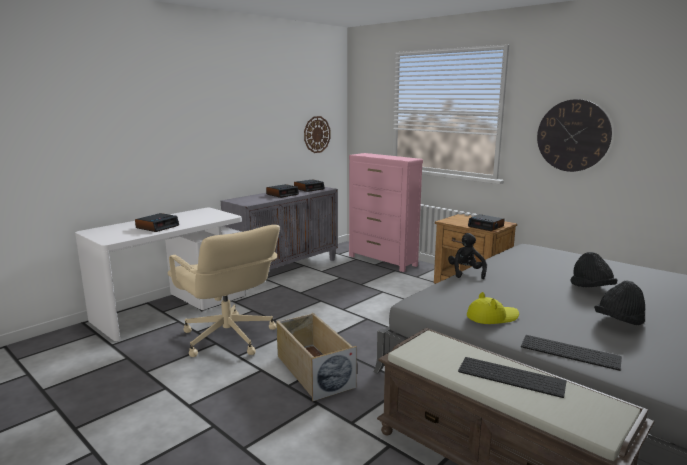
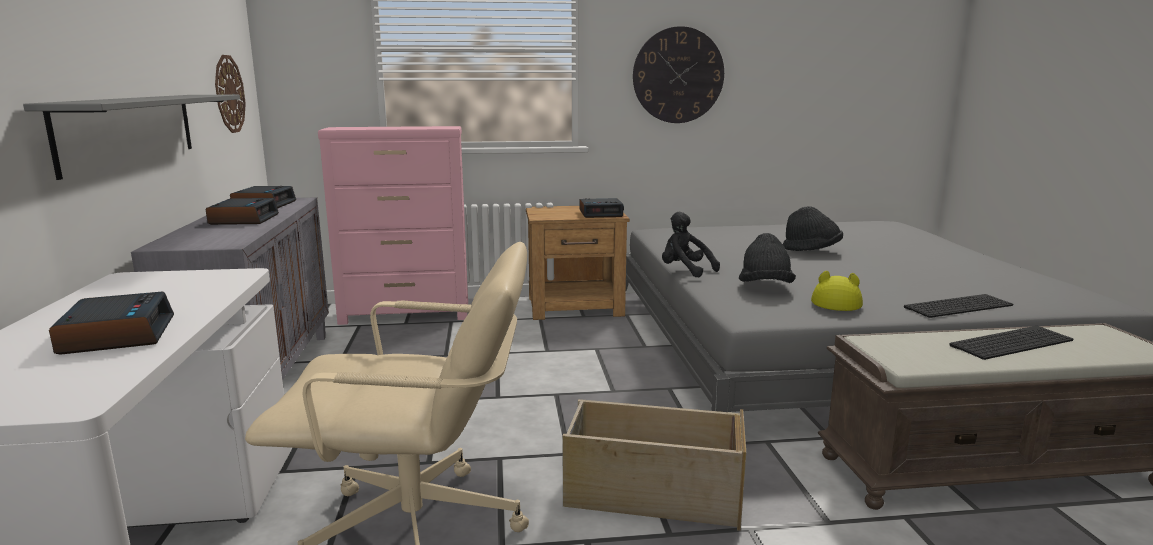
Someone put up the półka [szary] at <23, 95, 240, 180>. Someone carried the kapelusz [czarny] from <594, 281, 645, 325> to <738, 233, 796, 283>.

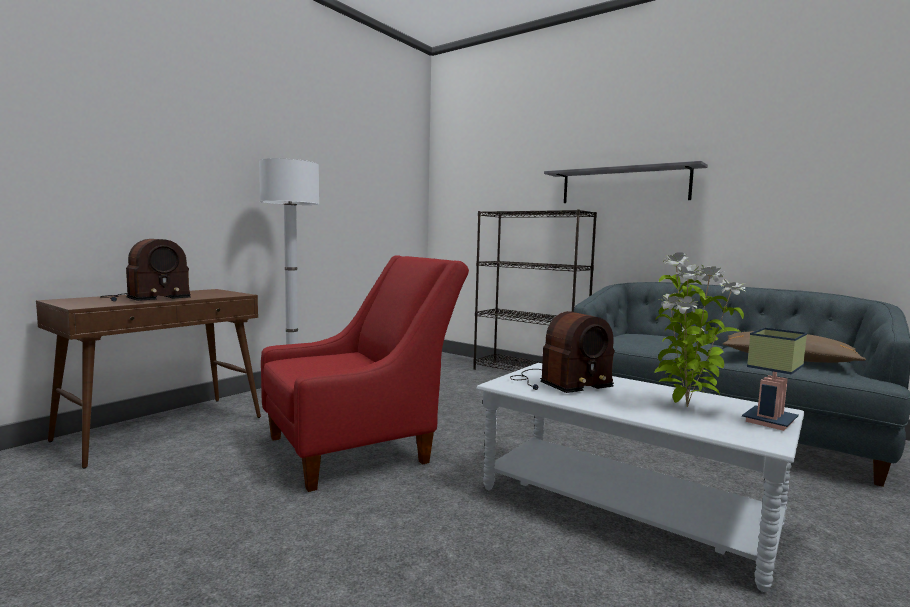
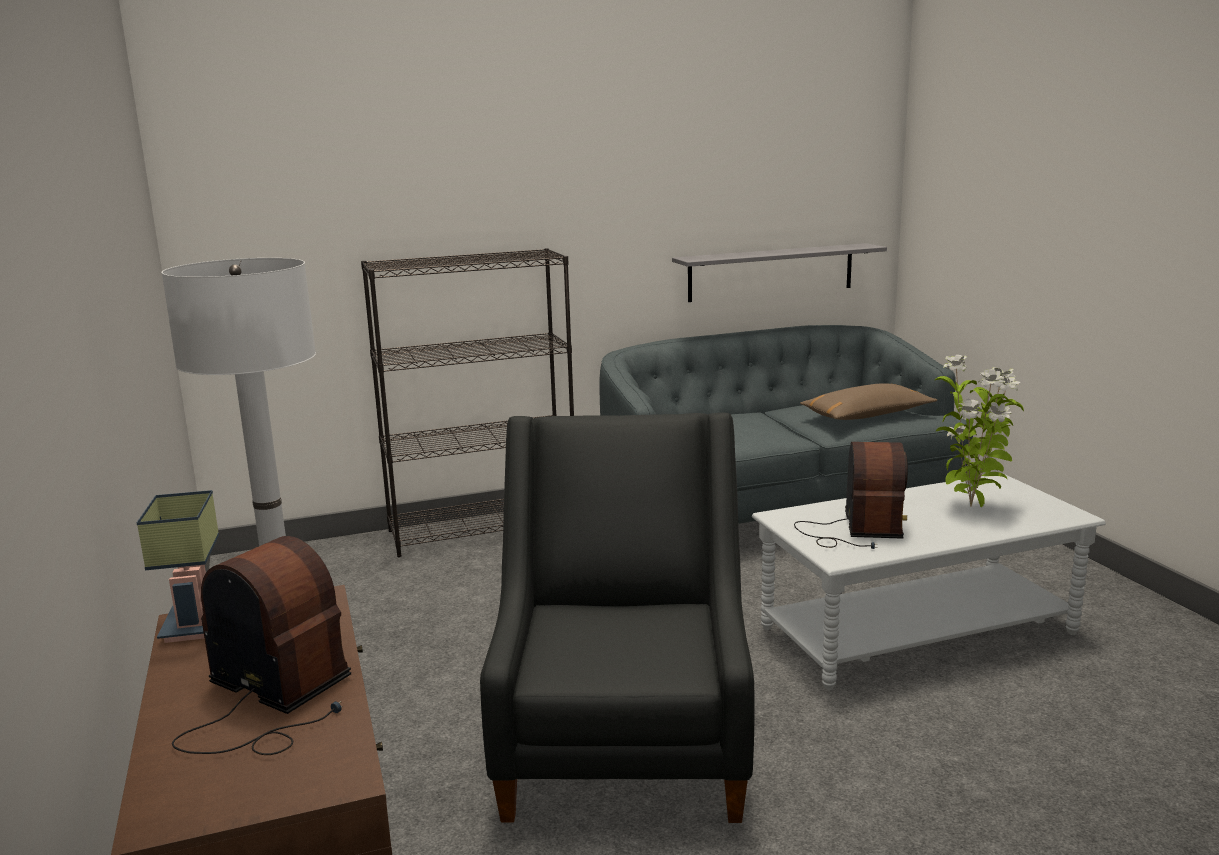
Someone carried the lampa stołowa from <742, 328, 807, 431> to <136, 490, 219, 643>. Someone rotated the radio at <100, 239, 191, 302> by 45 degrees counterclockwise. Someone repainted the fotel [czerwony] at <261, 255, 469, 492>, which became the fotel [czarny] at <480, 413, 755, 823>. Someone carried the półka [szary] from <544, 161, 708, 203> to <672, 243, 887, 302>.

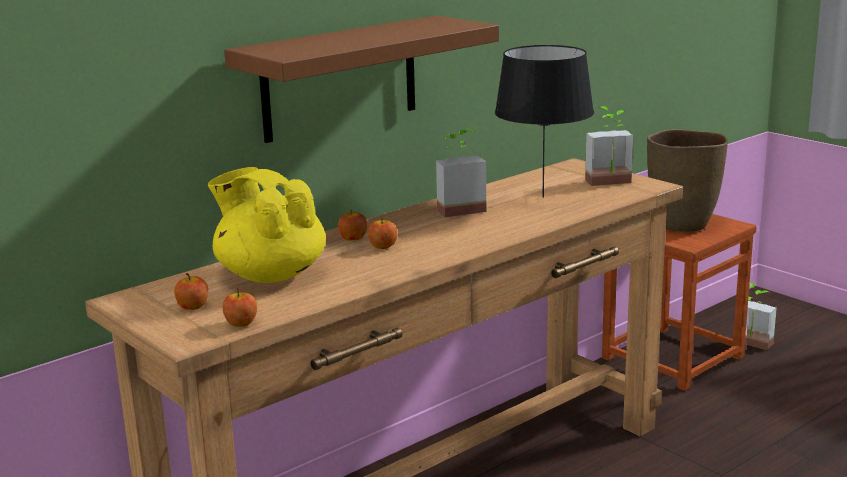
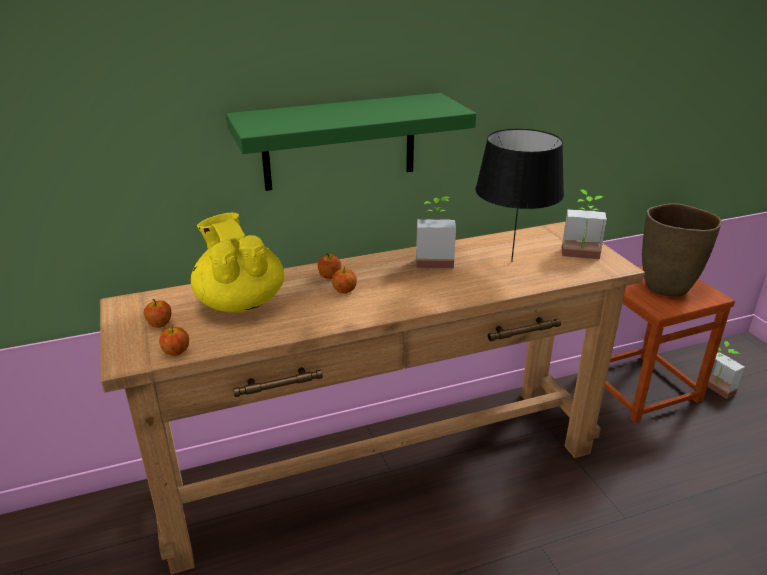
Someone repainted the półka [brązowy] at <224, 15, 499, 143>, which became the półka [zielony] at <226, 93, 476, 191>.

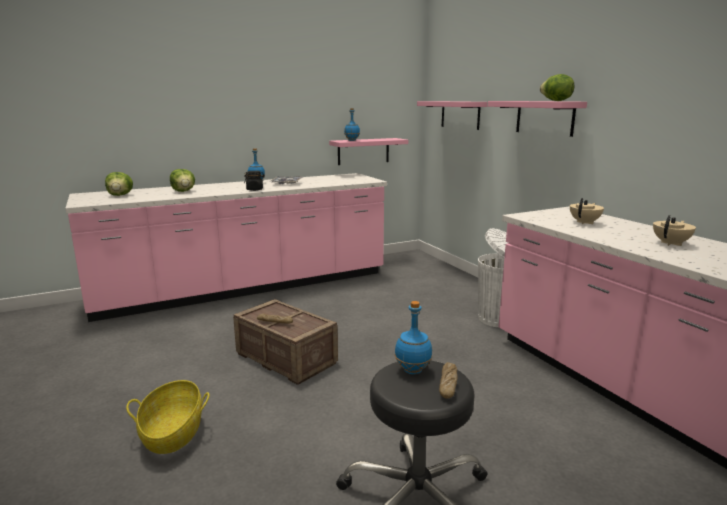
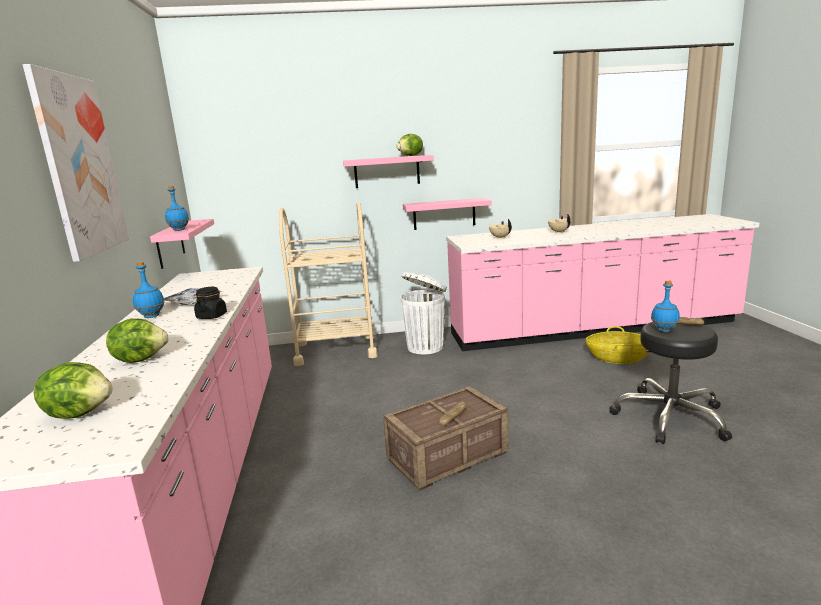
Someone put up the obraz at <23, 64, 129, 262>. Someone put down the wózek [beżowy] at <279, 202, 378, 366>. Someone carried the półka [różowy] from <417, 101, 487, 130> to <403, 198, 492, 230>. Someone carried the koszyk from <126, 380, 210, 454> to <586, 326, 649, 364>.

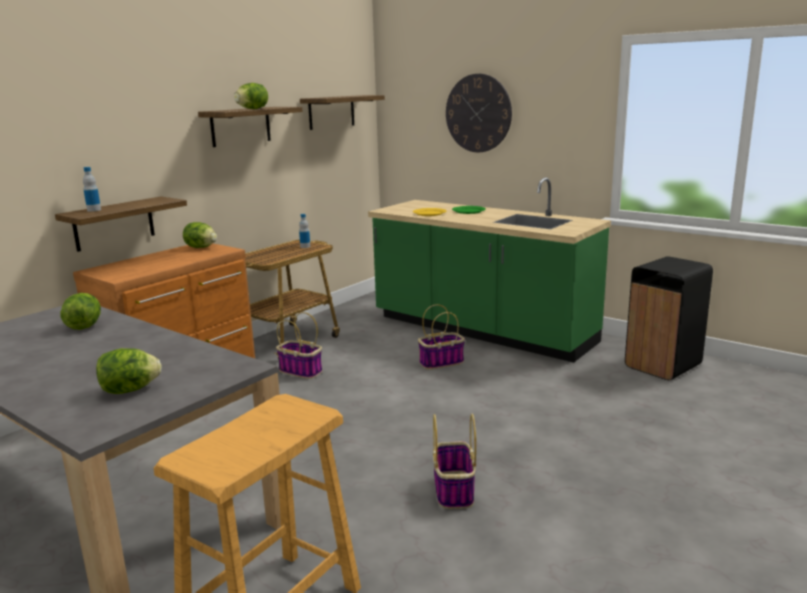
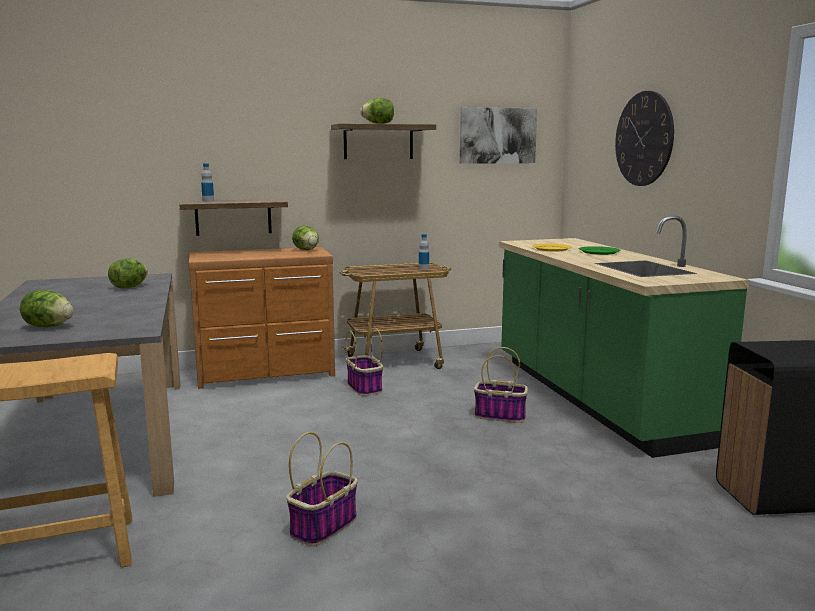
Someone swapped the półka at <300, 95, 385, 130> for the obraz at <460, 107, 537, 164>.

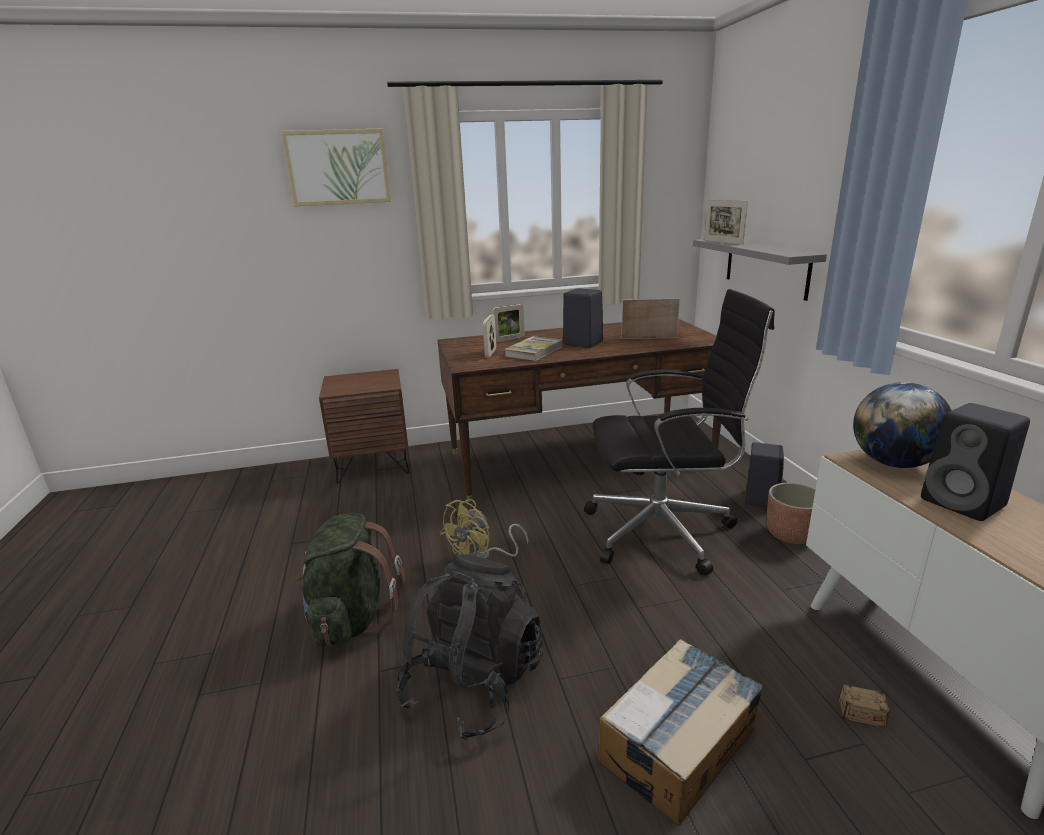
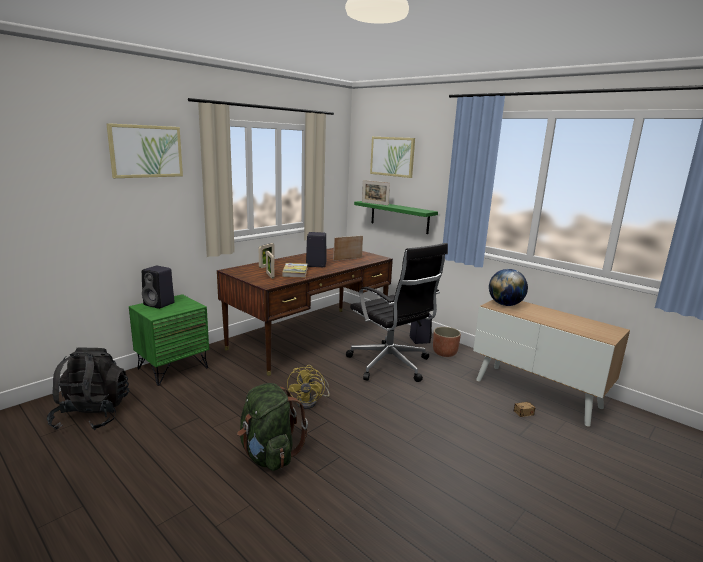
Someone carried the plecak [czarny] from <396, 554, 543, 740> to <47, 348, 129, 430>. Someone repainted the szafka nocna [brązowy] at <319, 369, 410, 484>, which became the szafka nocna [zielony] at <129, 294, 209, 386>. Someone carried the głośnik [czarny] from <921, 403, 1030, 521> to <142, 266, 175, 309>. Someone rotated the krzesło biurowe [czarny] at <584, 289, 775, 576> by 90 degrees clockwise. Someone repainted the półka [szary] at <693, 239, 827, 301>, which became the półka [zielony] at <354, 201, 438, 234>. Someone put up the obraz at <370, 137, 415, 178>. Someone took away the karton at <598, 639, 763, 826>.

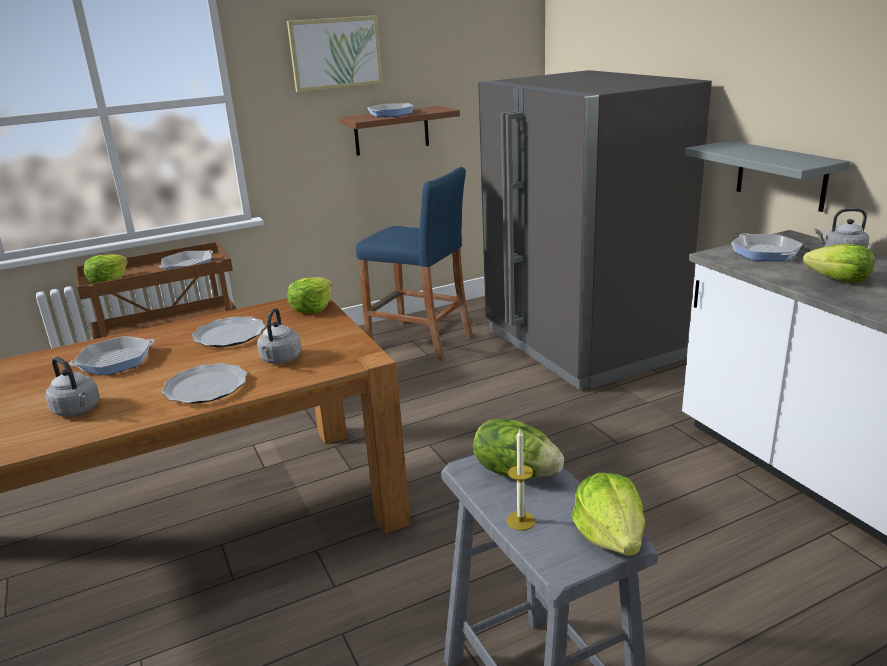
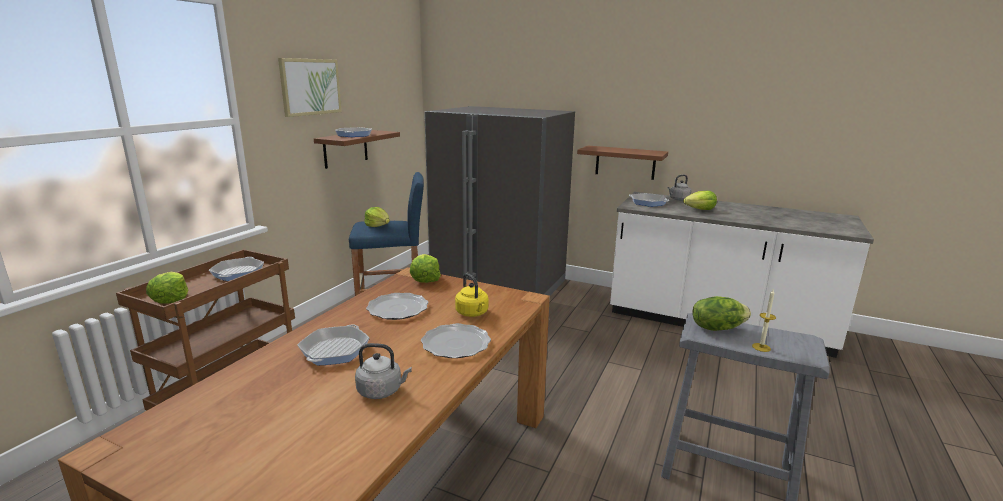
Someone carried the sałata from <572, 473, 645, 556> to <364, 207, 390, 227>. Someone repainted the czajnik [szary] at <257, 308, 302, 364>, which became the czajnik [żółty] at <455, 273, 489, 317>. Someone repainted the półka [szary] at <684, 141, 850, 212>, which became the półka [brązowy] at <577, 146, 668, 180>.

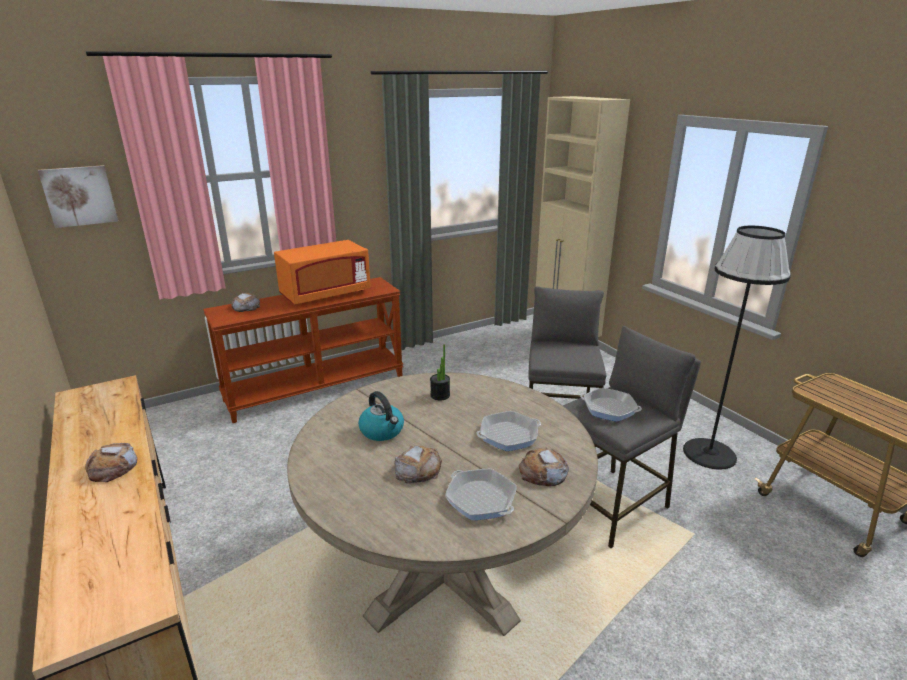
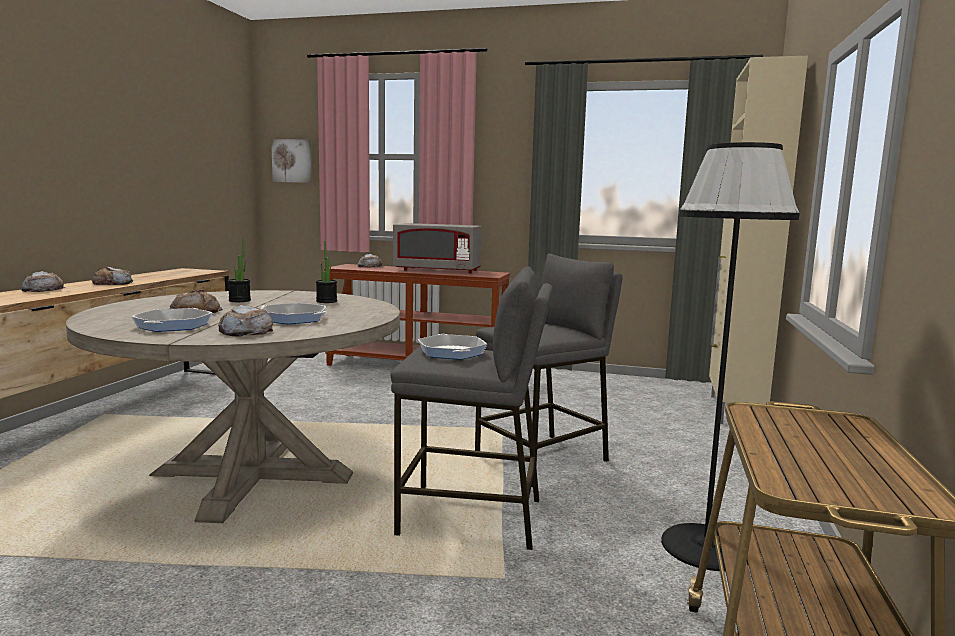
Someone put down the chleb at <21, 271, 66, 292>. Someone swapped the czajnik at <358, 391, 404, 441> for the roślina doniczkowa at <228, 239, 251, 302>. Someone repainted the mikrofalówka [pomarańczowy] at <274, 240, 371, 304>, which became the mikrofalówka [szary] at <393, 223, 481, 274>.

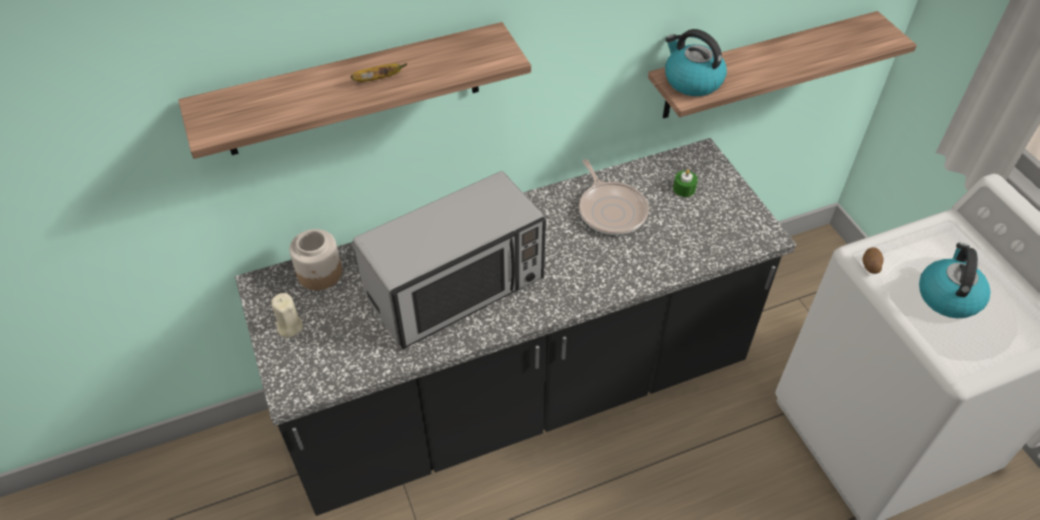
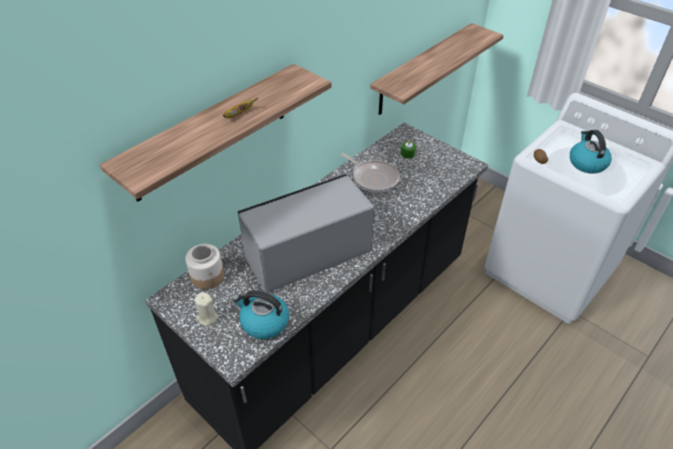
Someone carried the czajnik from <665, 29, 727, 96> to <233, 290, 289, 339>. Someone rotated the mikrofalówka at <353, 171, 546, 349> by 150 degrees counterclockwise.

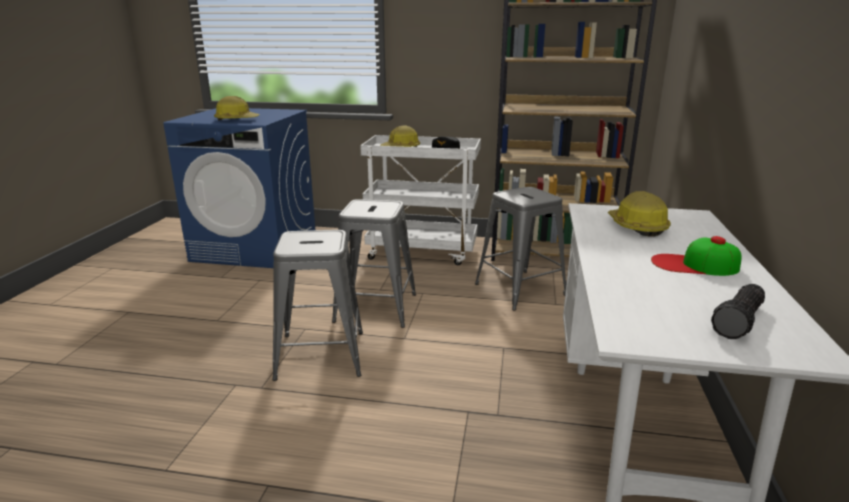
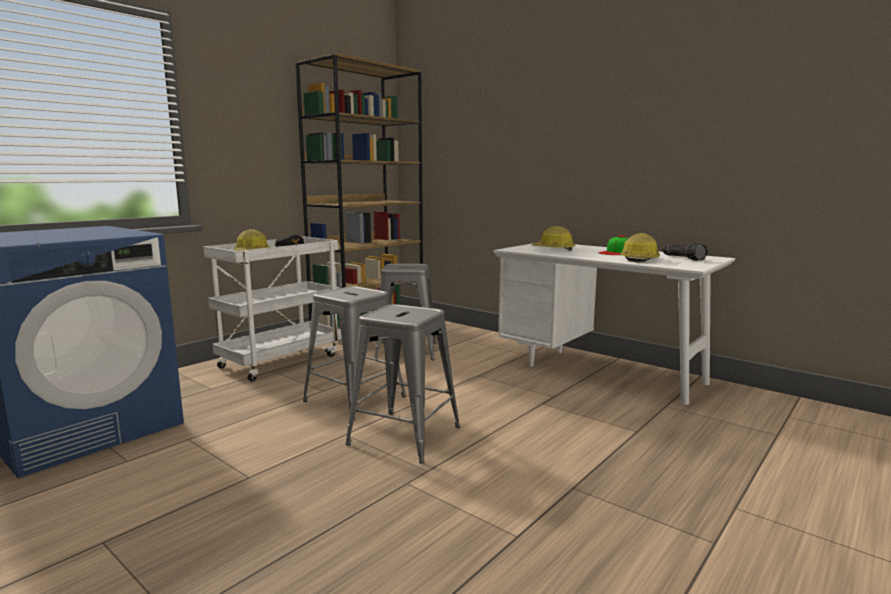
Someone carried the kask from <214, 96, 260, 121> to <620, 233, 660, 262>.

